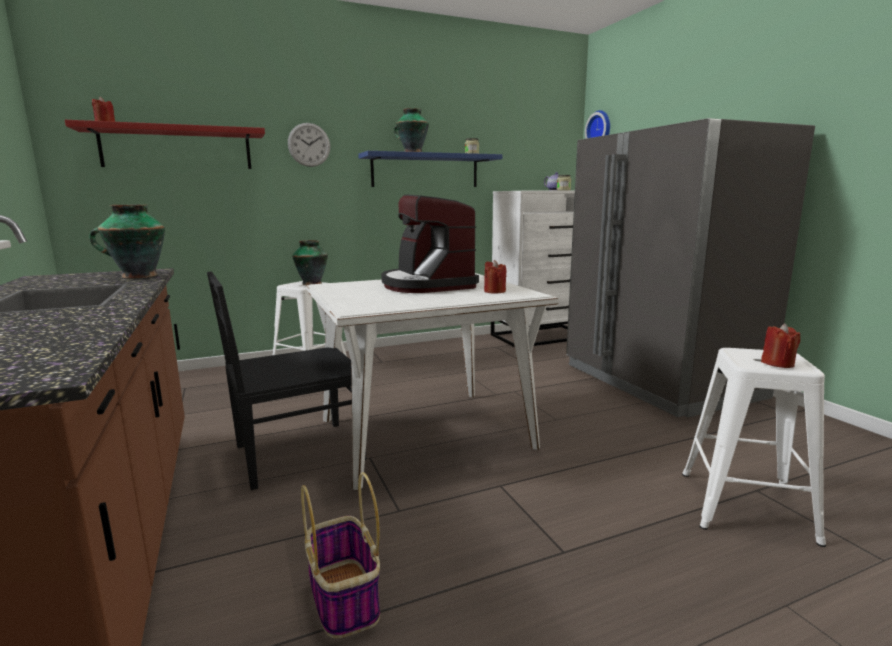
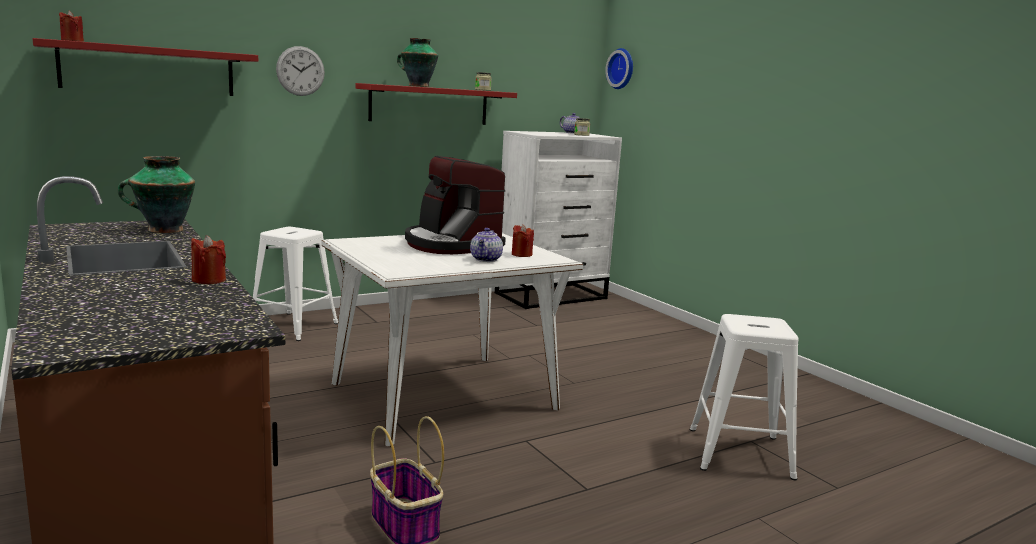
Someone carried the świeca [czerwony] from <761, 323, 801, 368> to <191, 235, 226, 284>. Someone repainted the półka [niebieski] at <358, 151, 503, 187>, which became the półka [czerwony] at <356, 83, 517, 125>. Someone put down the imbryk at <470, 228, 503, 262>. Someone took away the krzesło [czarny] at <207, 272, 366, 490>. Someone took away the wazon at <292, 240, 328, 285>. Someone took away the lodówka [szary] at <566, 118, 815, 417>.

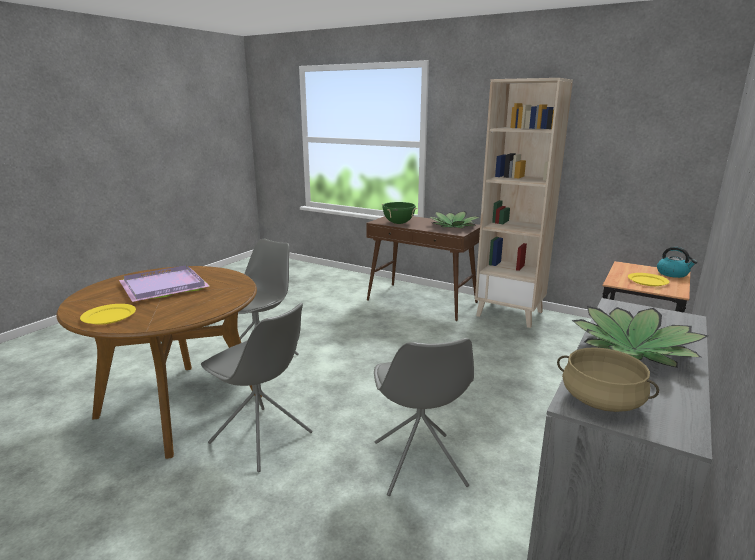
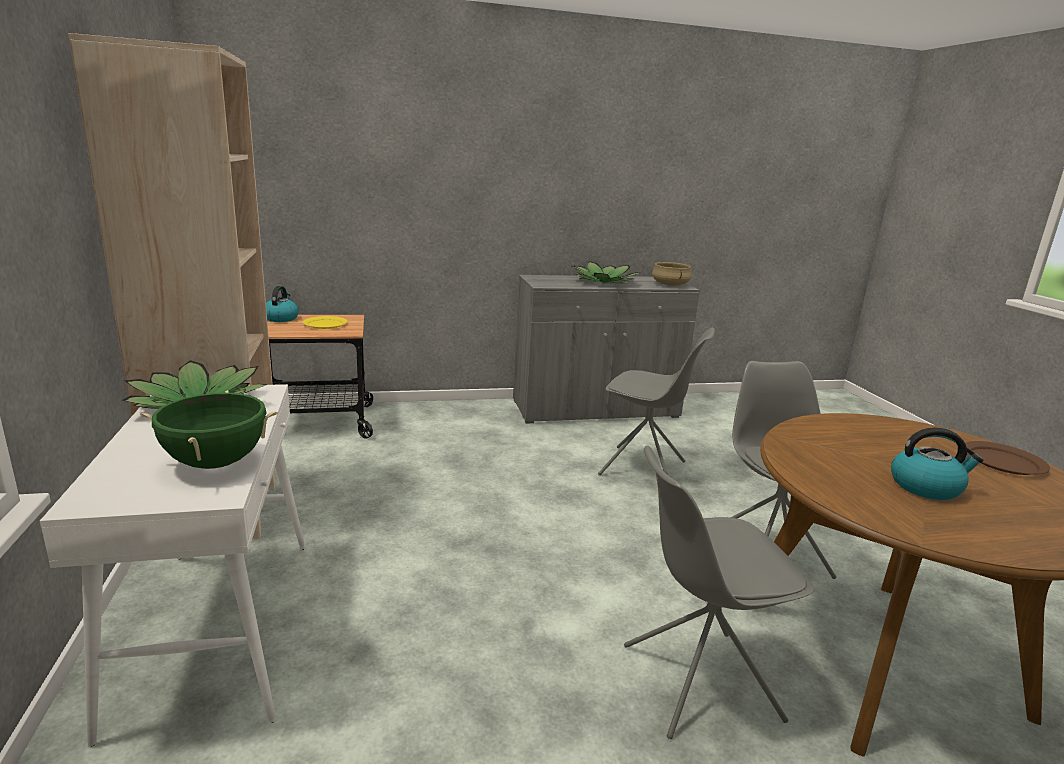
Someone repainted the stolik konsolowy [brązowy] at <366, 216, 480, 321>, which became the stolik konsolowy [biały] at <40, 384, 306, 747>. Someone rotated the krzesło [szary] at <374, 338, 474, 496> by 75 degrees clockwise. Someone swapped the taca [fioletowy] at <119, 265, 210, 302> for the czajnik at <891, 427, 983, 500>. Someone repainted the talerz [żółty] at <80, 304, 136, 325>, which became the talerz [brązowy] at <965, 441, 1050, 475>.

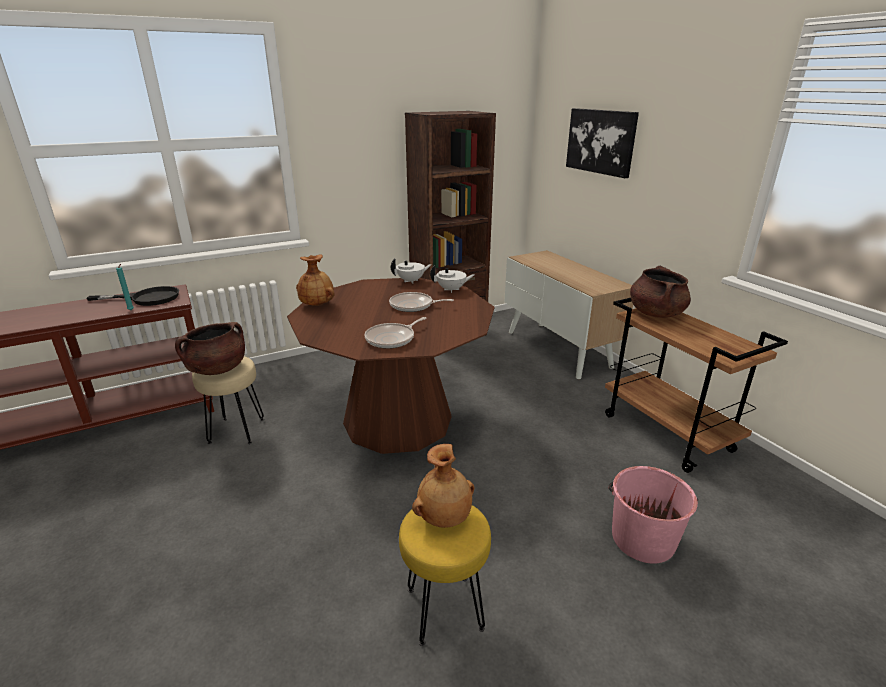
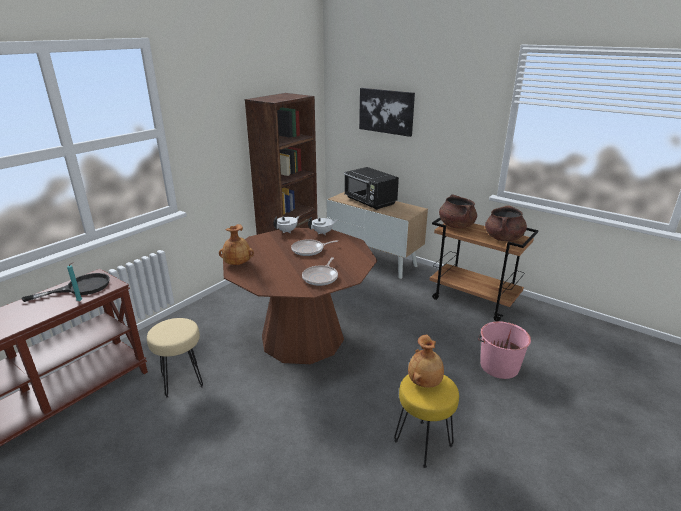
Someone put down the mikrofalówka [czarny] at <344, 167, 399, 210>. Someone carried the garnek [brązowy] from <175, 322, 245, 375> to <485, 205, 527, 241>.

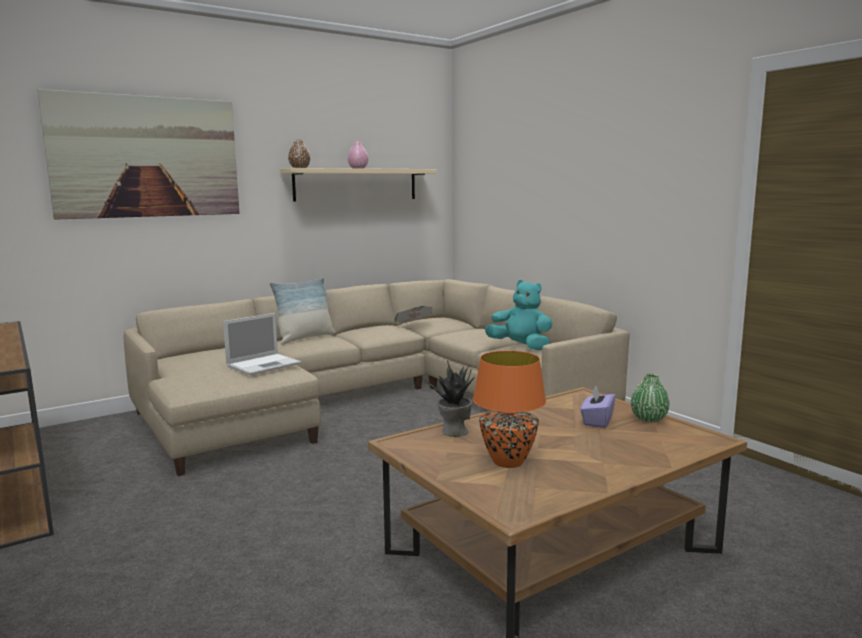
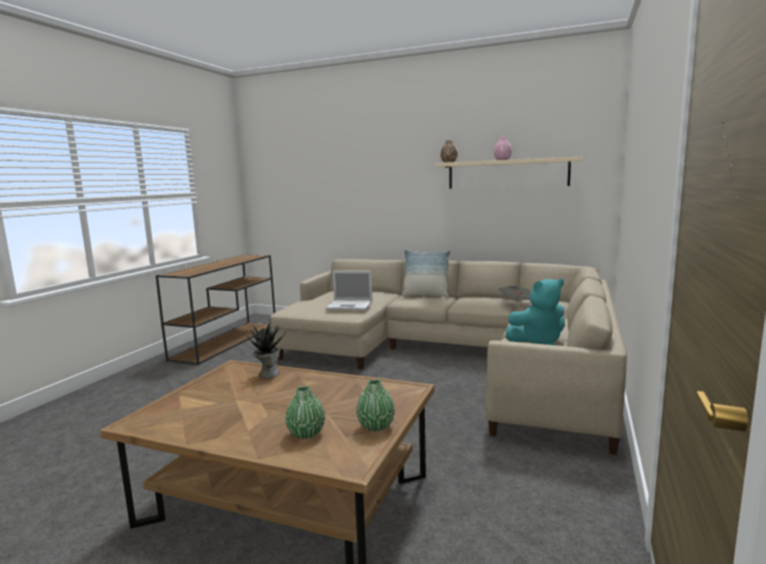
Someone put down the wazon [zielony] at <285, 386, 325, 439>. Someone rotated the pluszak [turkusowy] at <485, 280, 553, 350> by 75 degrees clockwise. Someone took away the obraz at <38, 89, 240, 220>. Someone took away the lampa stołowa [pomarańczowy] at <473, 351, 546, 468>. Someone took away the pudełko chusteczek [fioletowy] at <580, 385, 616, 428>.

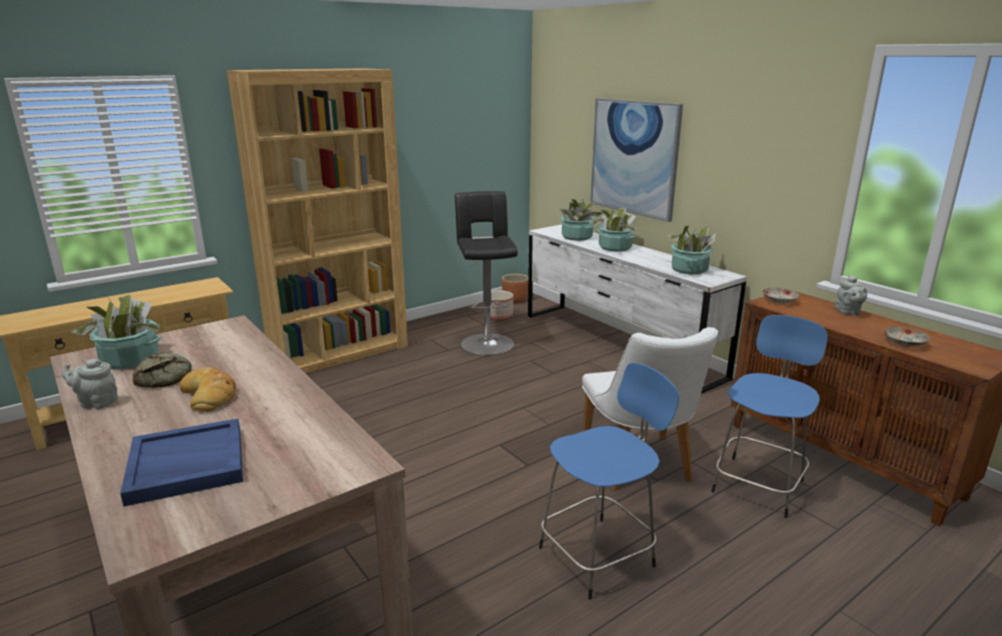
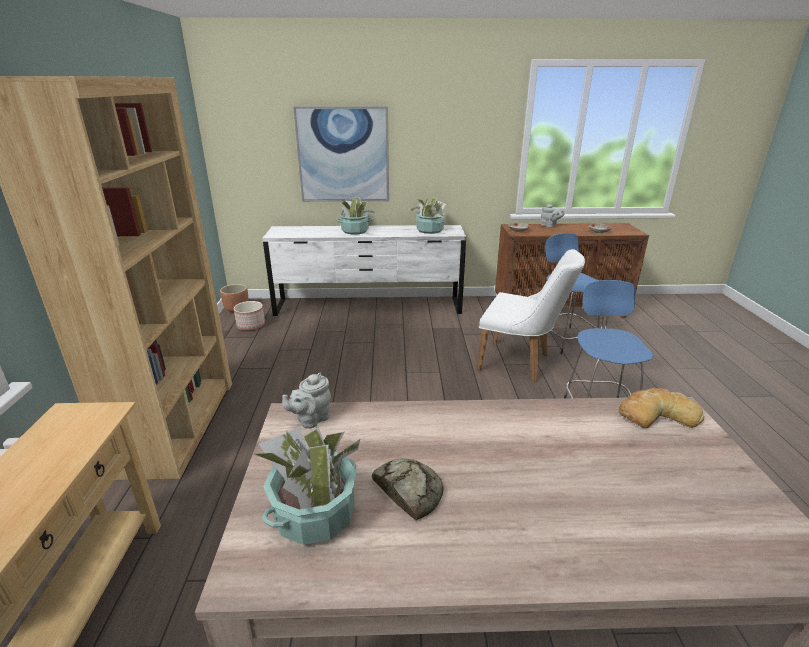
Someone carried the imbryk [szary] from <61, 359, 118, 409> to <282, 372, 331, 428>. Someone carried the chleb from <180, 367, 236, 412> to <619, 388, 704, 428>. Someone took away the taca [niebieski] at <120, 418, 243, 506>. Someone took away the stołek [czarny] at <455, 191, 518, 355>. Someone took away the roślina doniczkowa at <560, 199, 603, 241>.

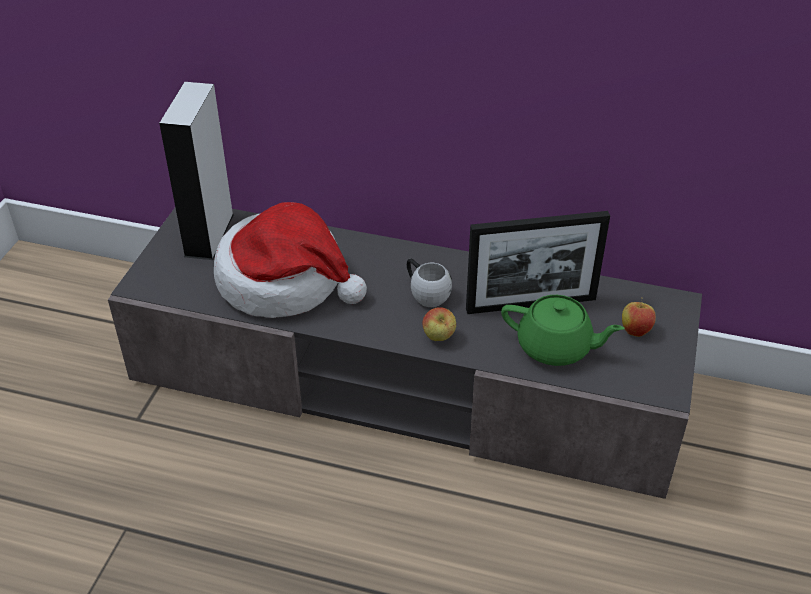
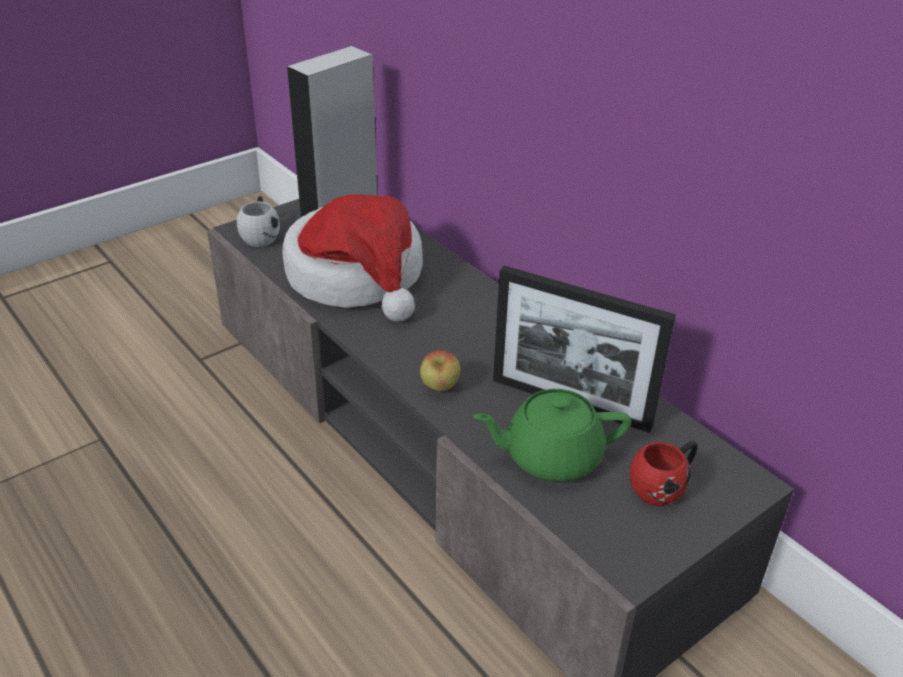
Someone carried the kubek [biały] from <407, 259, 452, 307> to <237, 196, 280, 247>. Someone rotated the imbryk [zielony] at <501, 295, 625, 366> by 120 degrees clockwise. Someone swapped the jabłko at <622, 297, 656, 337> for the kubek [czerwony] at <630, 441, 698, 506>.

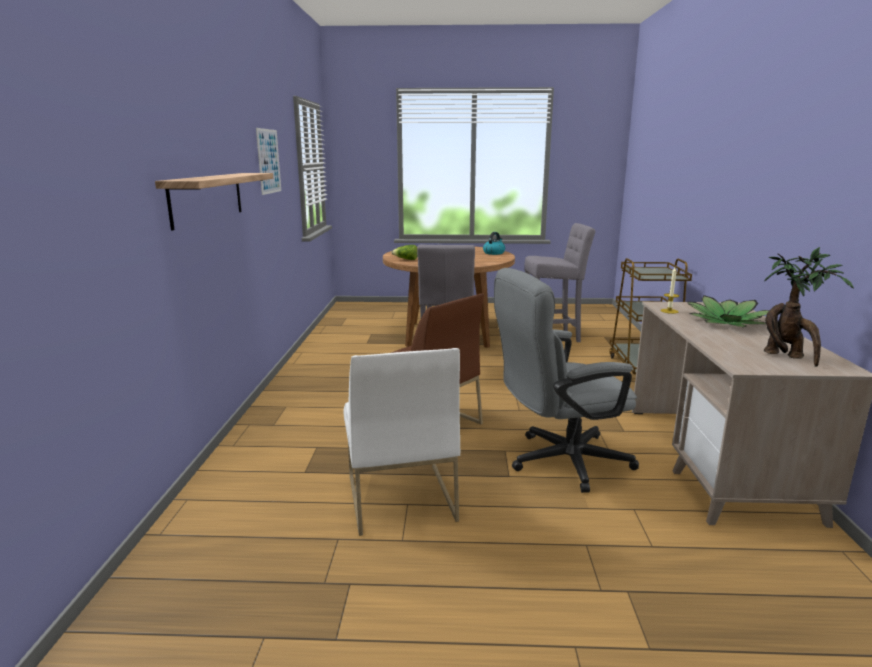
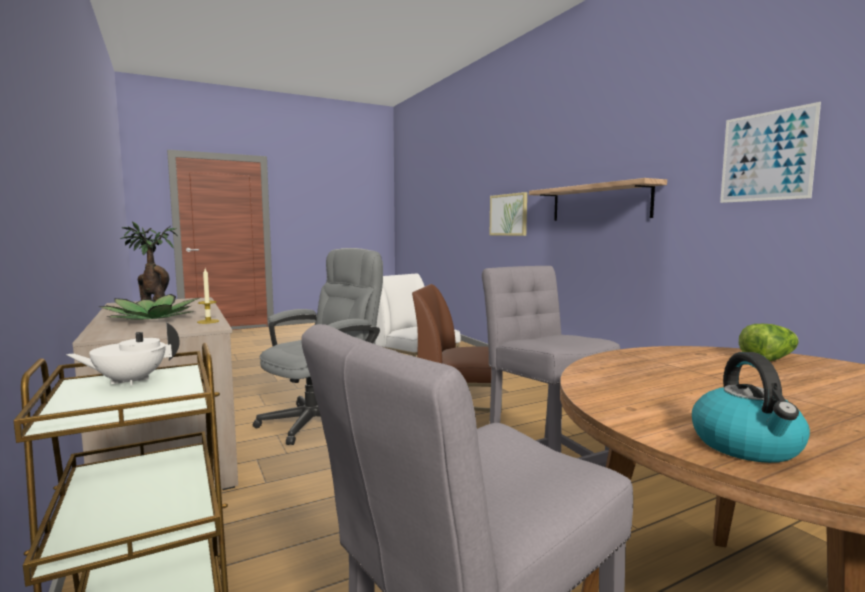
Someone put down the imbryk [biały] at <66, 322, 180, 385>. Someone put up the obraz at <490, 192, 527, 236>.

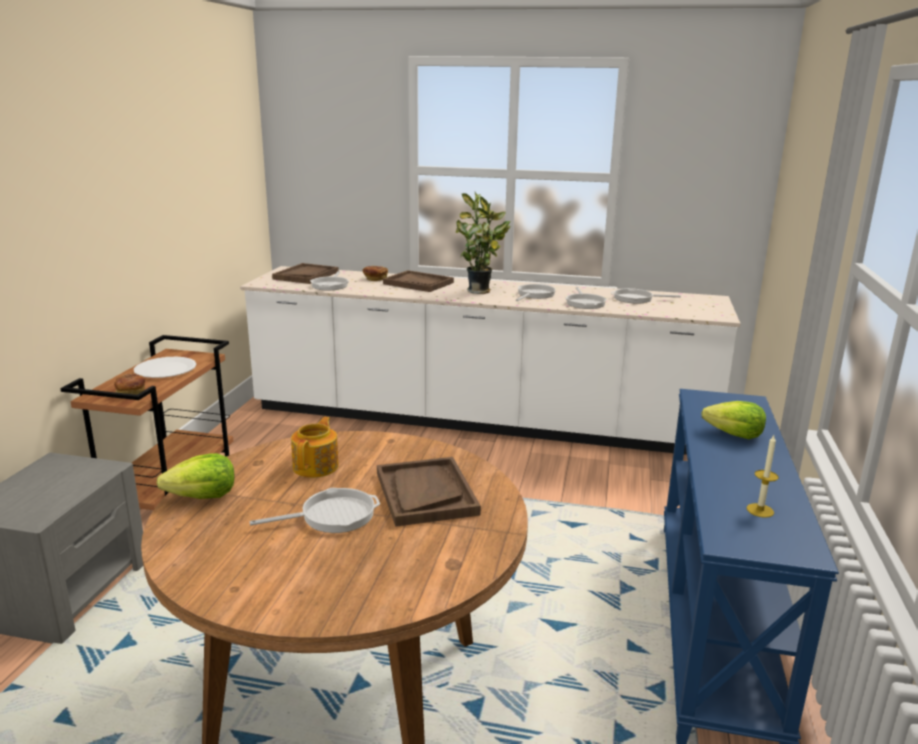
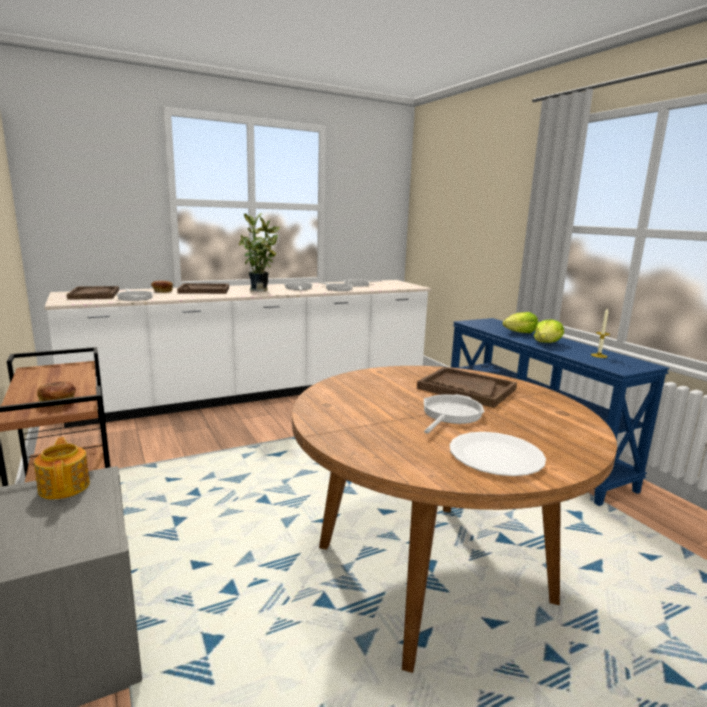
Someone carried the imbryk from <291, 417, 339, 478> to <34, 437, 90, 499>. Someone carried the talerz [biały] from <134, 357, 197, 378> to <450, 432, 546, 476>. Someone carried the sałata from <157, 453, 235, 499> to <534, 319, 564, 343>.

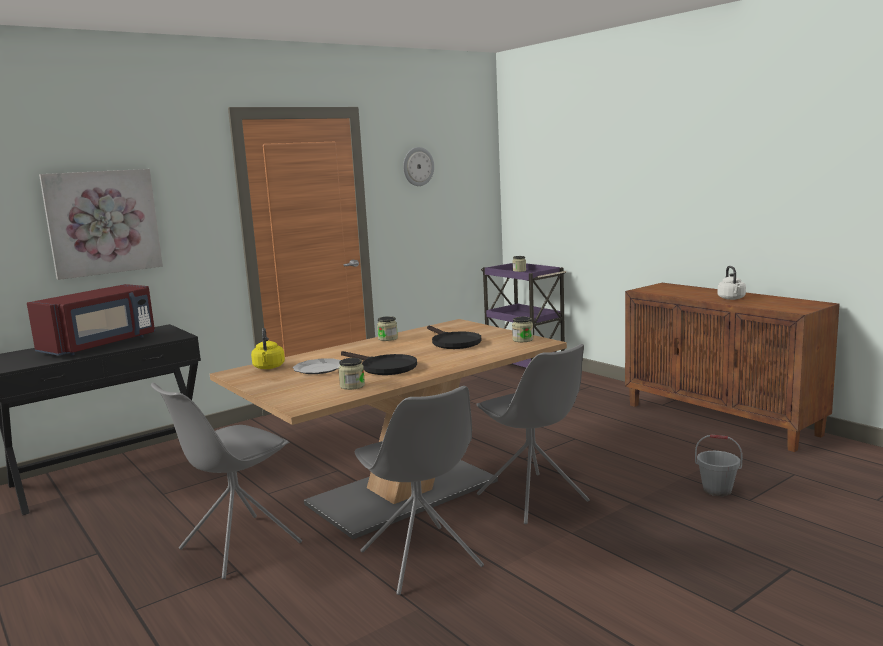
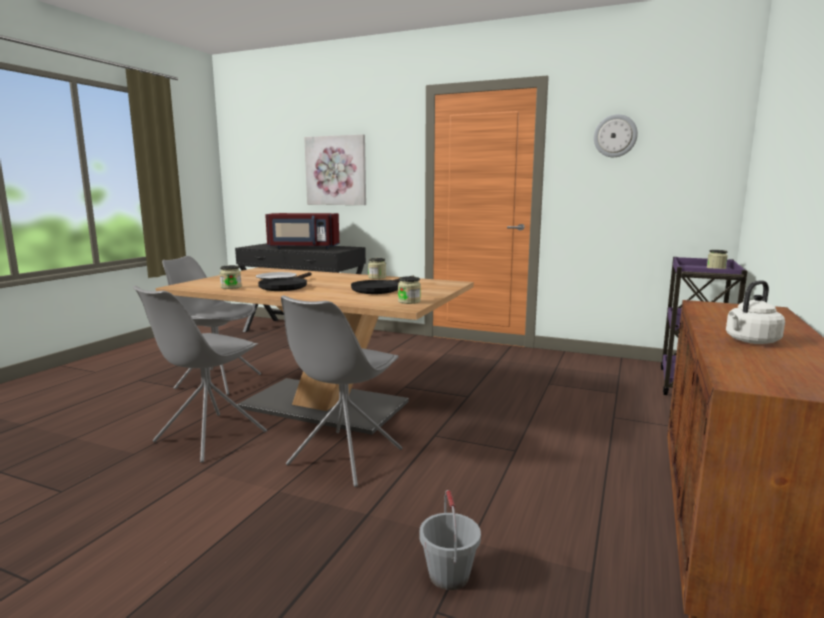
Someone took away the czajnik [żółty] at <251, 328, 285, 369>.

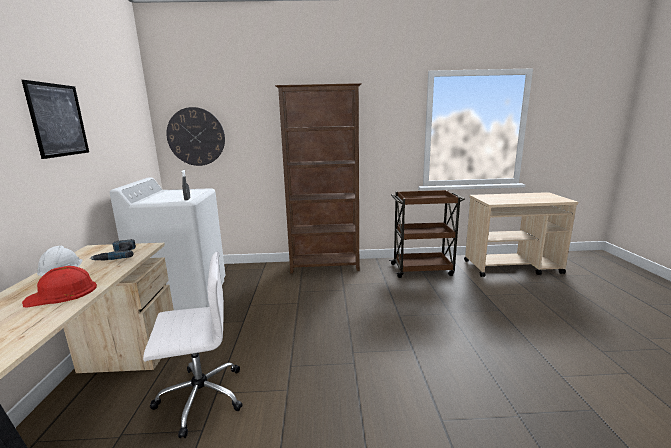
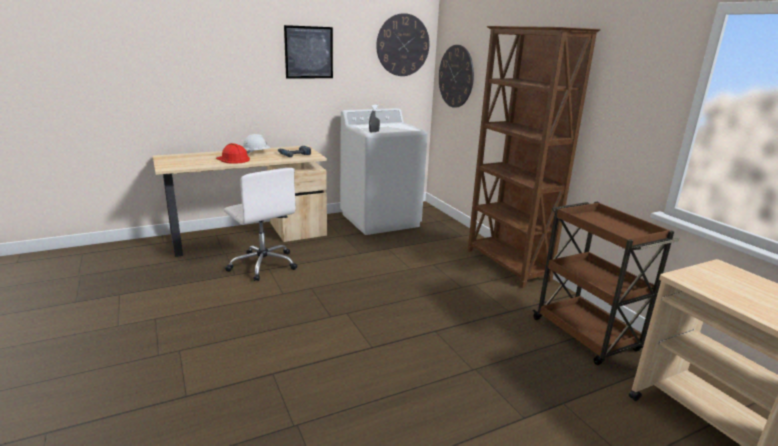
Someone put up the zegar ścienny at <376, 13, 430, 76>.

